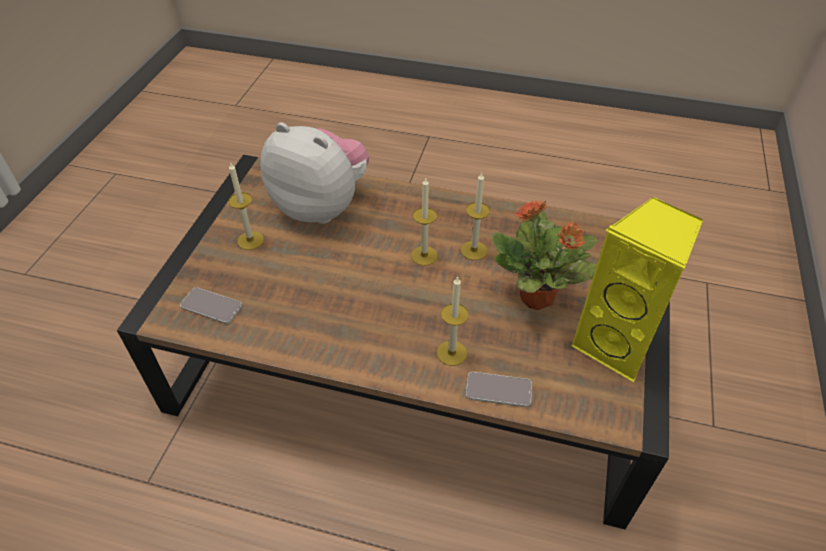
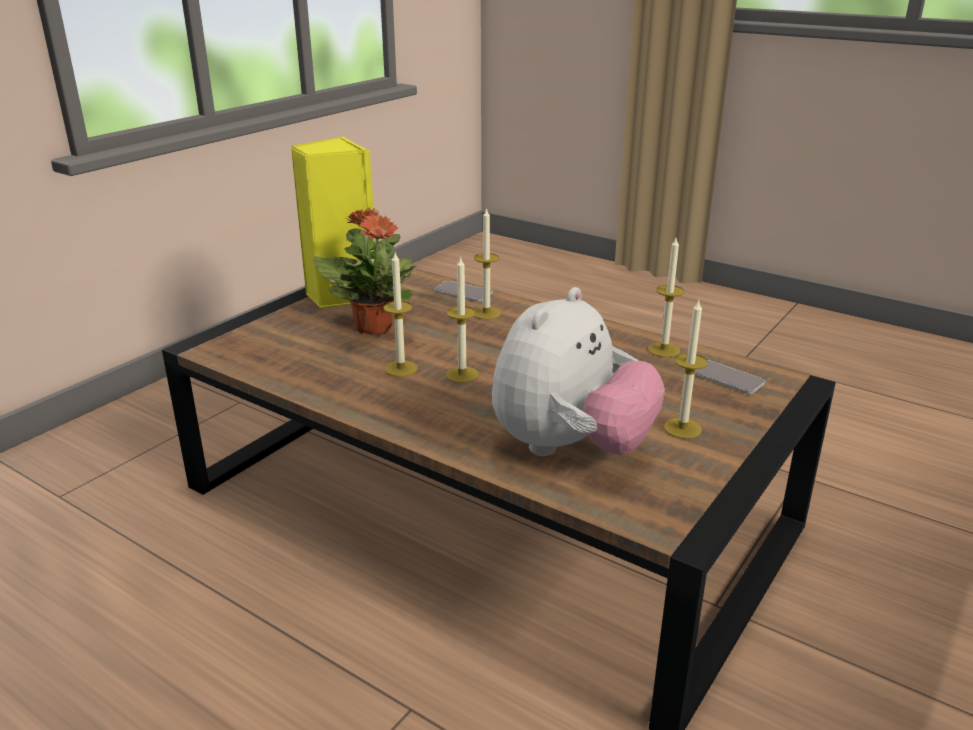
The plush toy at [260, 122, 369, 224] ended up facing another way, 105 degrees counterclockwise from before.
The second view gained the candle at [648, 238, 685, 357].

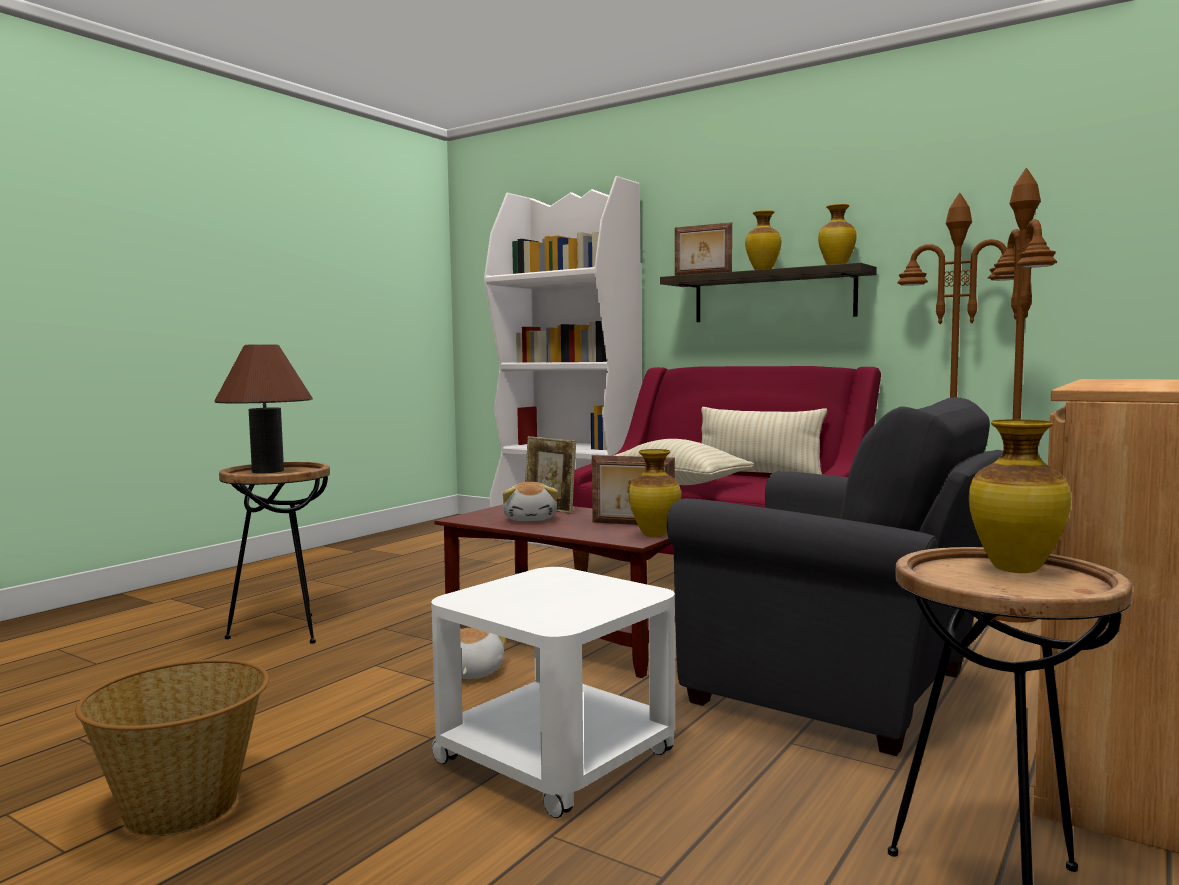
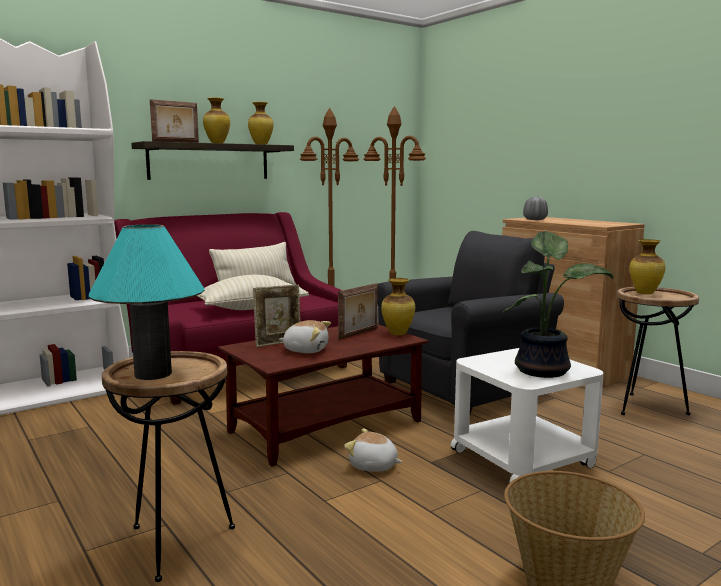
What was the brown table lamp at [215, 344, 313, 474] turned into the turquoise table lamp at [89, 224, 205, 380].
The second view gained the potted plant at [504, 231, 613, 378].
The second view gained the grey vase at [523, 197, 548, 220].

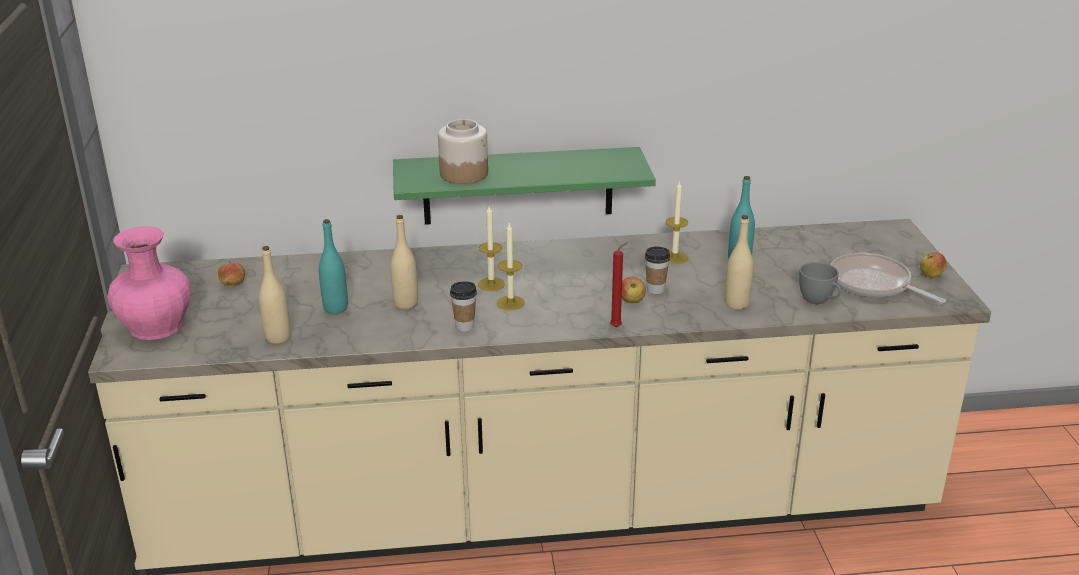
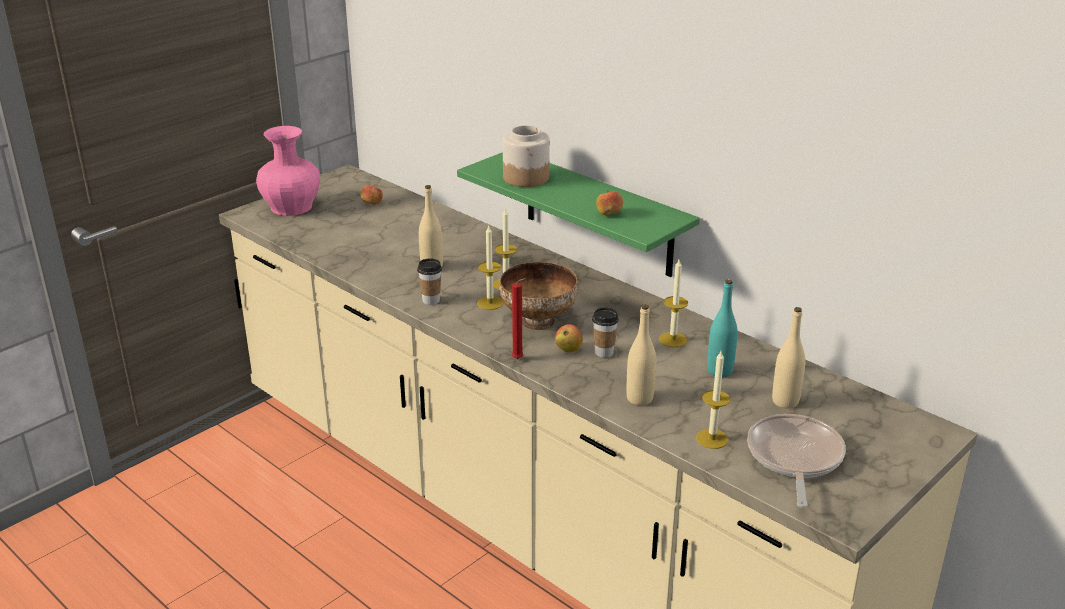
The second view gained the bowl at [499, 262, 578, 330].
The apple ended up elsewhere, having gone from [920, 252, 947, 278] to [596, 190, 623, 215].
Where the grey cup stood at [799, 262, 842, 304], the candle came to stand at [696, 351, 731, 449].
The beige bottle ended up elsewhere, having gone from [259, 246, 291, 344] to [772, 307, 805, 409].
The second view lost the turquoise bottle at [319, 219, 348, 314].

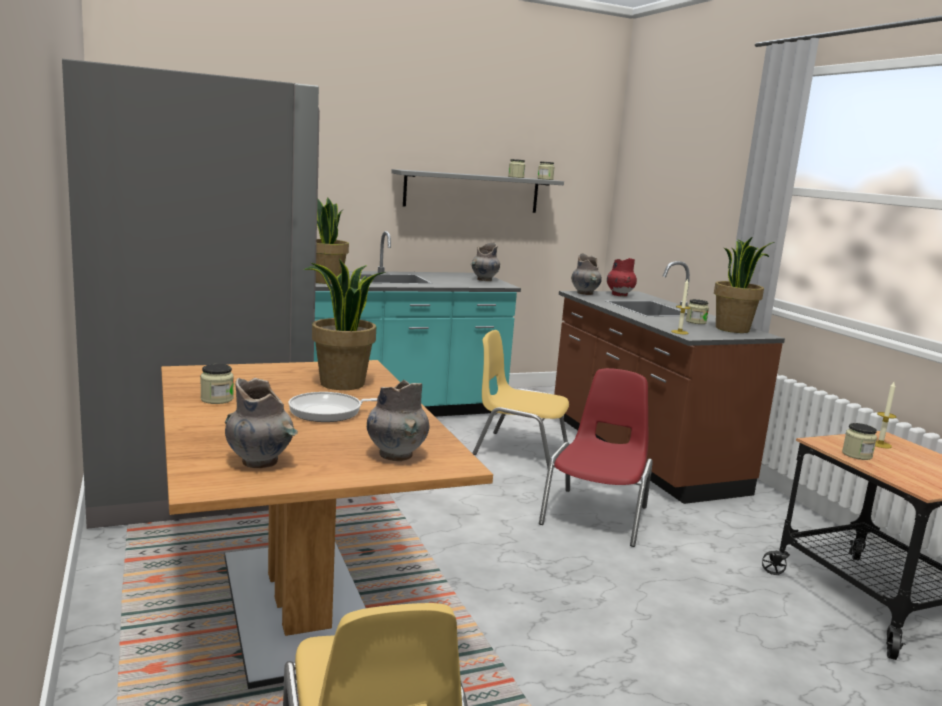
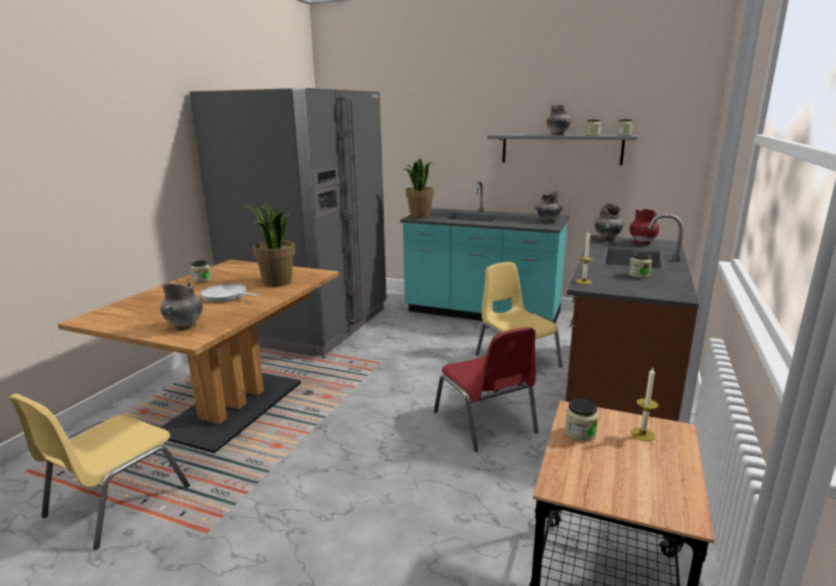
The red chair at [539, 368, 653, 547] ended up facing another way, 90 degrees clockwise from before.
The grey vase ended up elsewhere, having gone from [225, 378, 298, 468] to [547, 103, 570, 135].
The second view lost the potted plant at [714, 236, 775, 333].

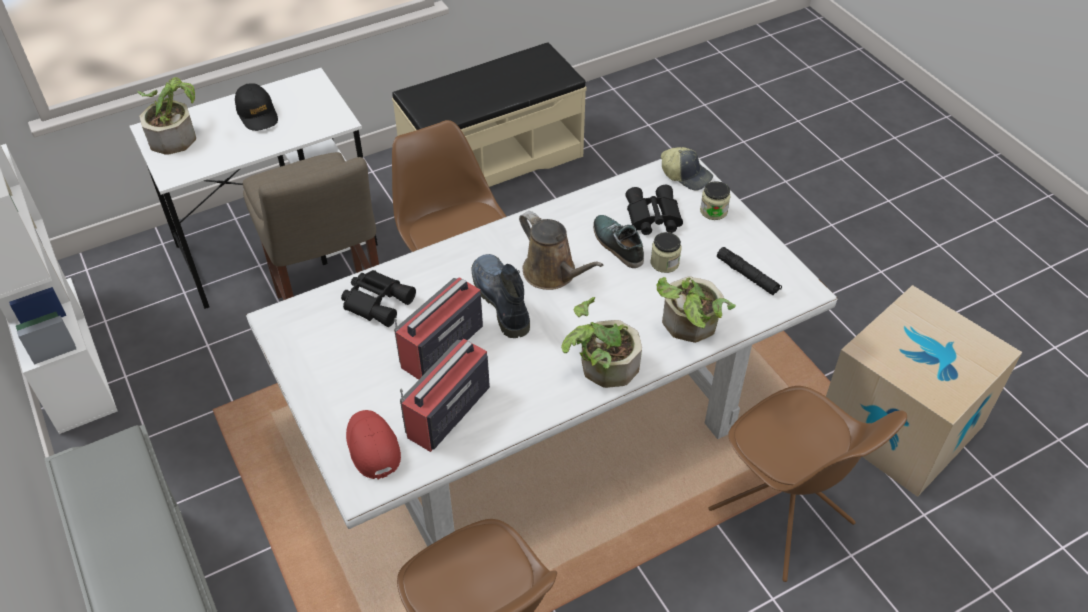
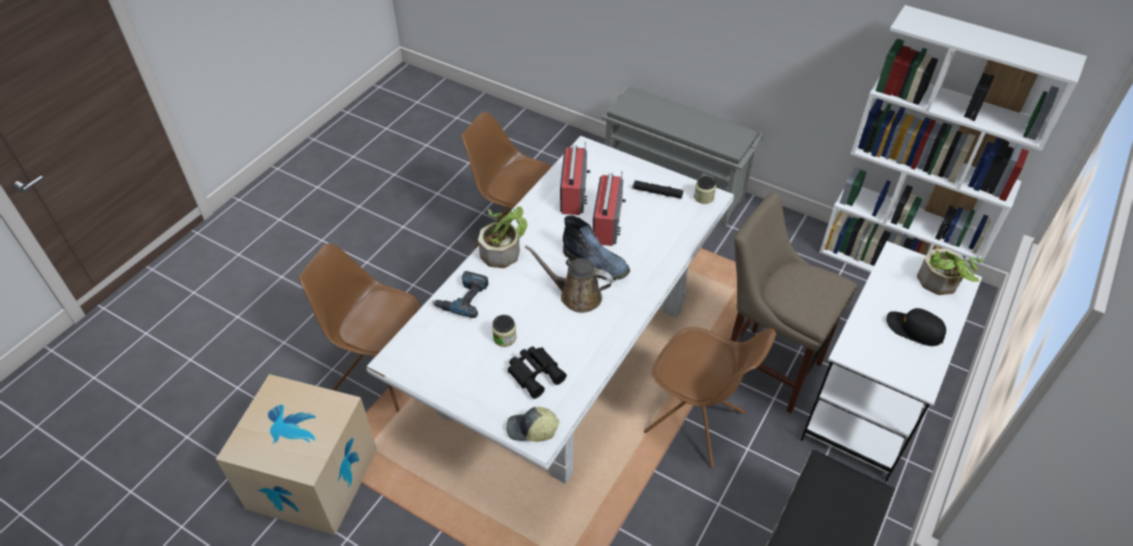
Where the potted plant stood at [657, 277, 736, 343], the power drill came to stand at [432, 271, 488, 318].
The black flashlight ended up elsewhere, having gone from [717, 247, 782, 296] to [632, 180, 683, 199].
The jar ended up elsewhere, having gone from [700, 181, 731, 220] to [694, 176, 716, 204].
The second view lost the black binoculars at [341, 270, 416, 327].
The second view lost the red cap at [346, 410, 401, 480].
The second view lost the shoe at [593, 215, 644, 268].

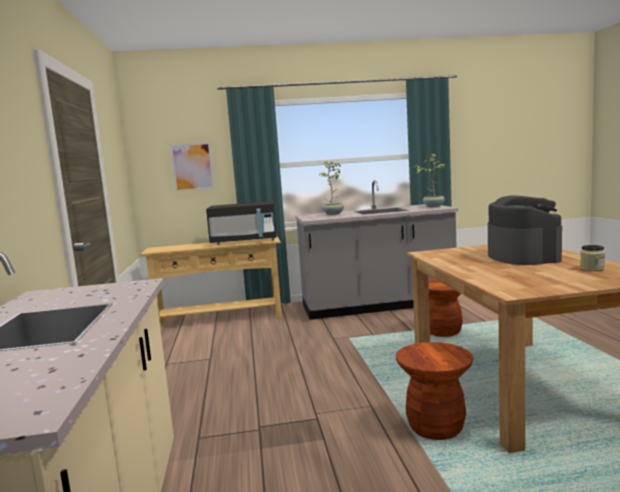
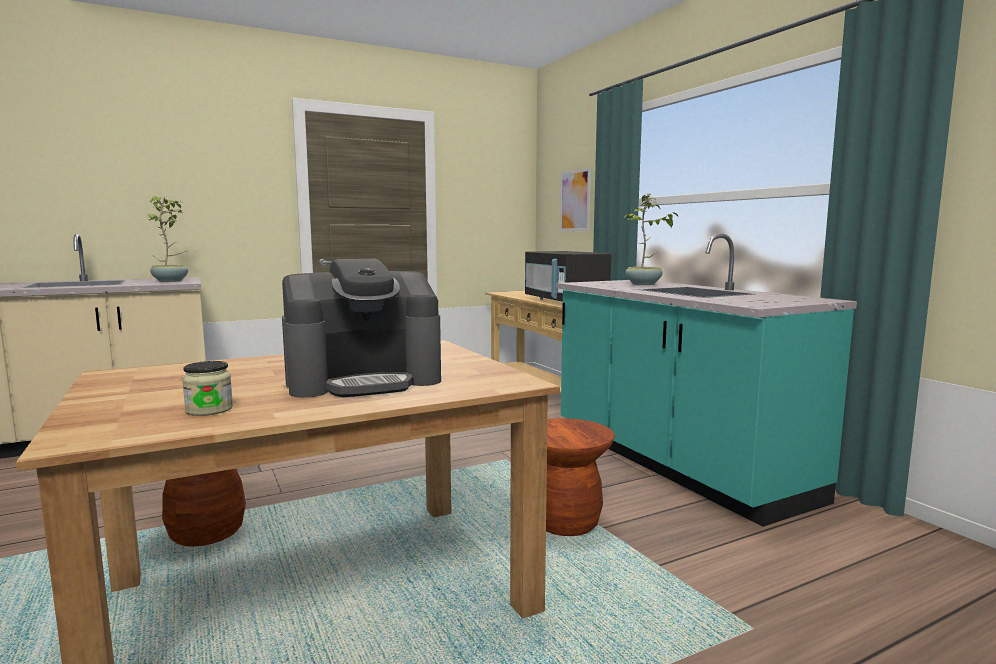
The potted plant ended up elsewhere, having gone from [414, 153, 446, 207] to [145, 196, 188, 282].
What was the grey counter at [295, 180, 458, 320] turned into the turquoise counter at [556, 234, 857, 527].

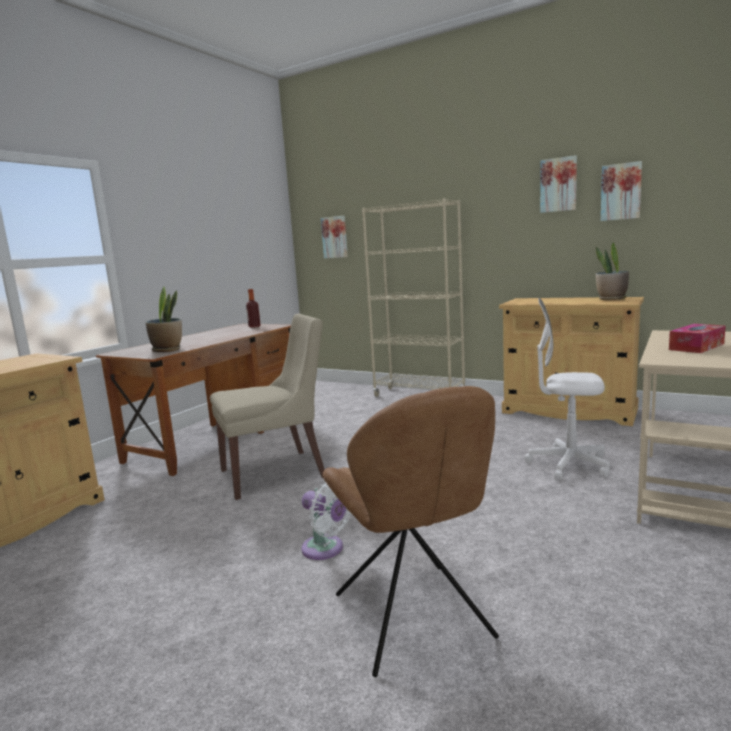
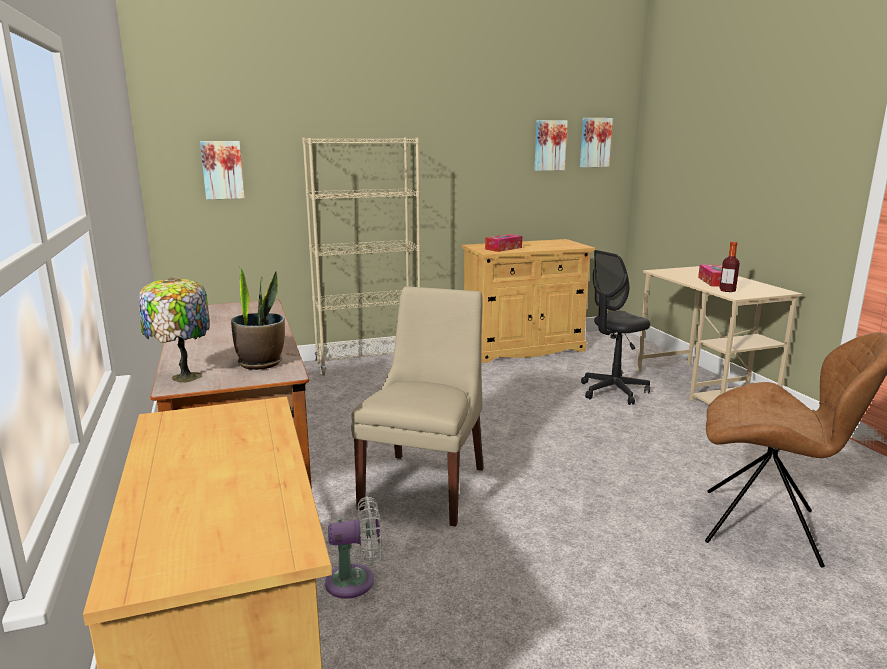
The second view gained the table lamp at [139, 278, 210, 383].
The white fan ended up elsewhere, having gone from [301, 482, 352, 560] to [325, 496, 381, 599].
The second view gained the tissue box at [485, 234, 522, 252].
The picture ended up elsewhere, having gone from [540, 155, 577, 213] to [580, 118, 613, 167].
What was the white office chair at [525, 298, 610, 480] turned into the black office chair at [581, 250, 650, 405].
The bottle ended up elsewhere, having gone from [246, 289, 261, 328] to [720, 242, 740, 292].
The second view lost the potted plant at [596, 242, 629, 300].

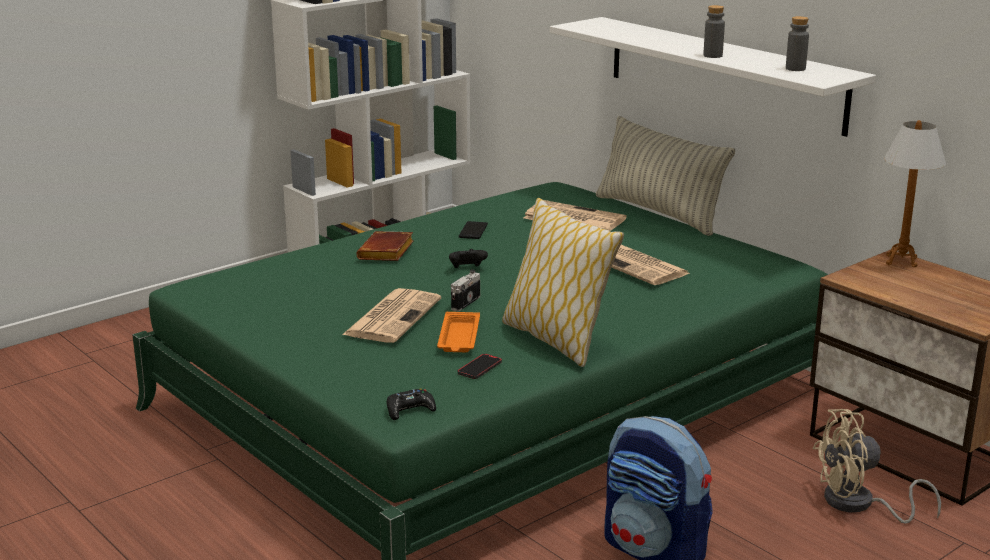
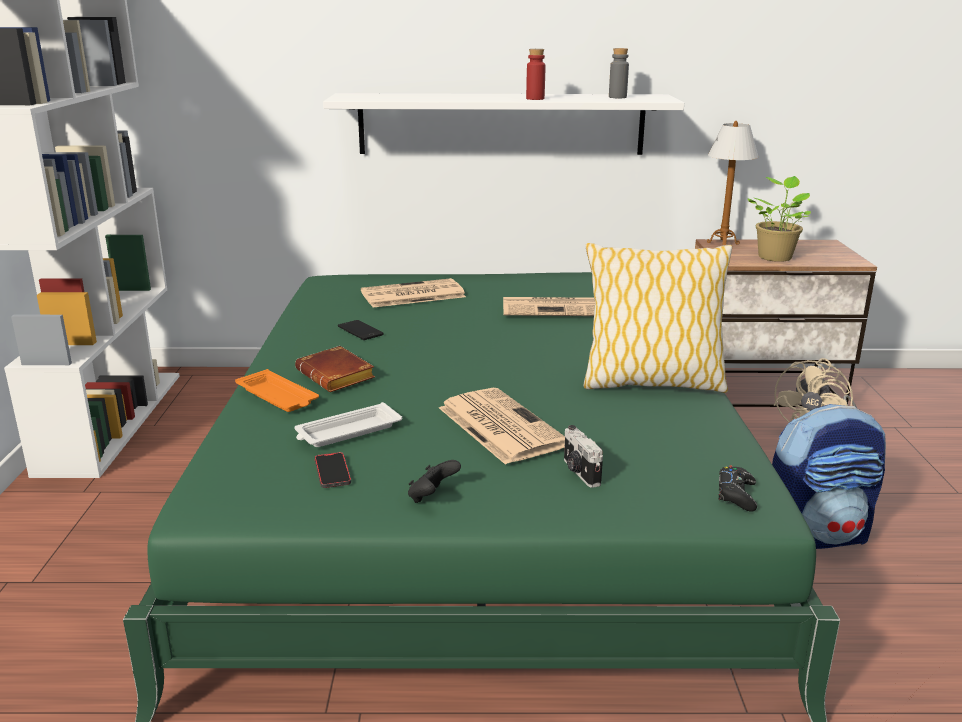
The orange tray ended up elsewhere, having gone from [437, 312, 480, 352] to [235, 369, 319, 412].
The second view gained the white tray at [294, 402, 402, 447].
The phone ended up elsewhere, having gone from [458, 354, 502, 379] to [315, 452, 351, 488].
The black game controller ended up elsewhere, having gone from [449, 249, 488, 268] to [408, 460, 461, 503].
What was the grey bottle at [703, 5, 725, 58] turned into the red bottle at [526, 49, 546, 100].
The photo camera ended up elsewhere, having gone from [451, 270, 480, 312] to [564, 425, 603, 488].
The second view gained the potted plant at [747, 176, 811, 262].
The second view lost the pillow at [596, 116, 735, 236].

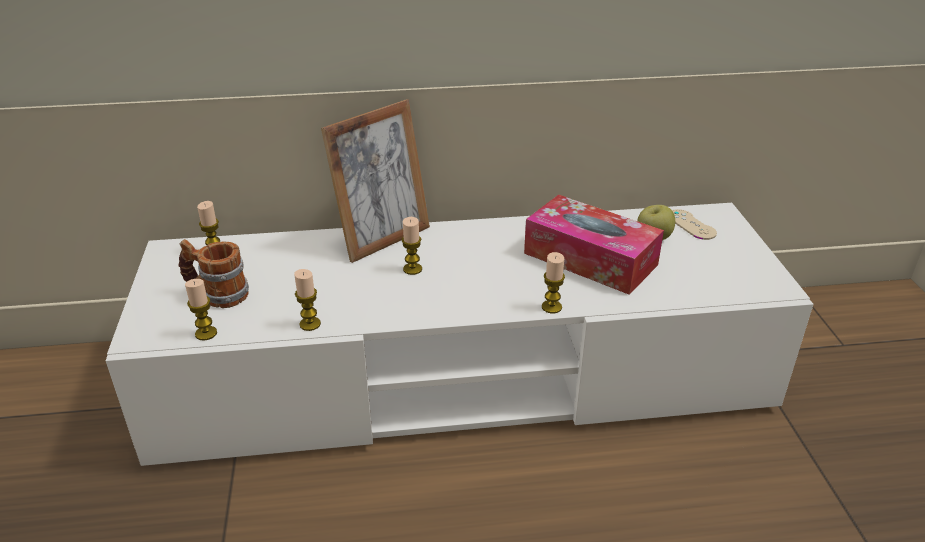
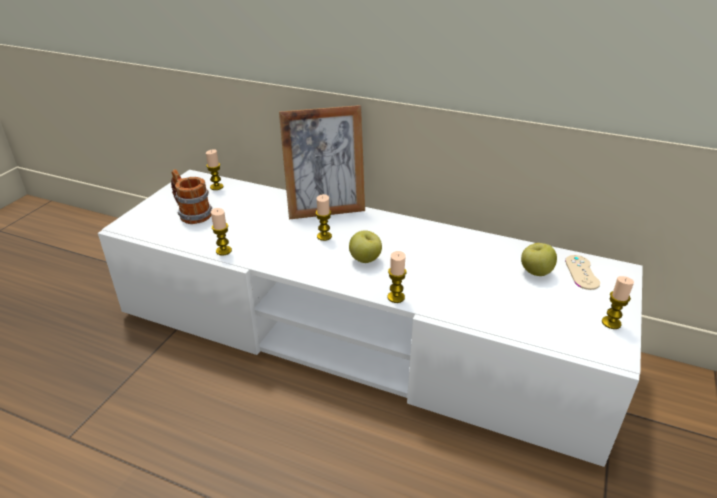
The second view gained the apple at [349, 230, 382, 263].
The candle ended up elsewhere, having gone from [185, 279, 217, 340] to [602, 276, 634, 329].
The second view lost the tissue box at [524, 195, 664, 295].

